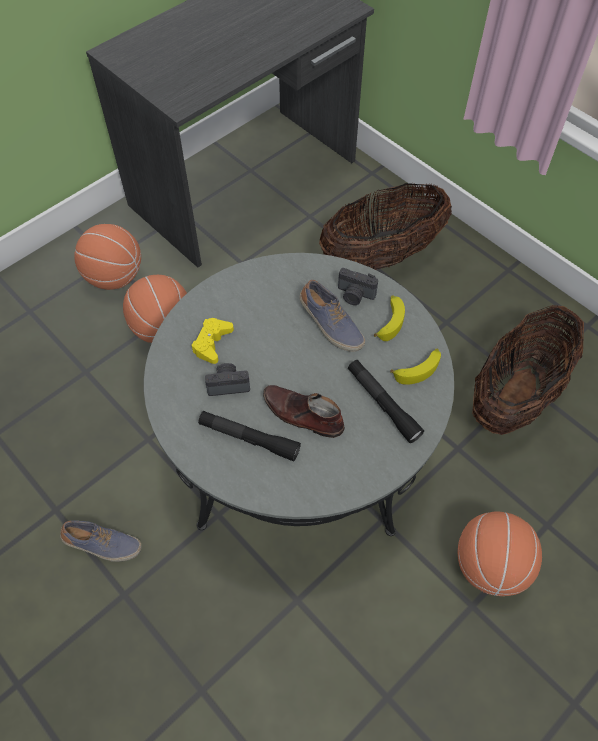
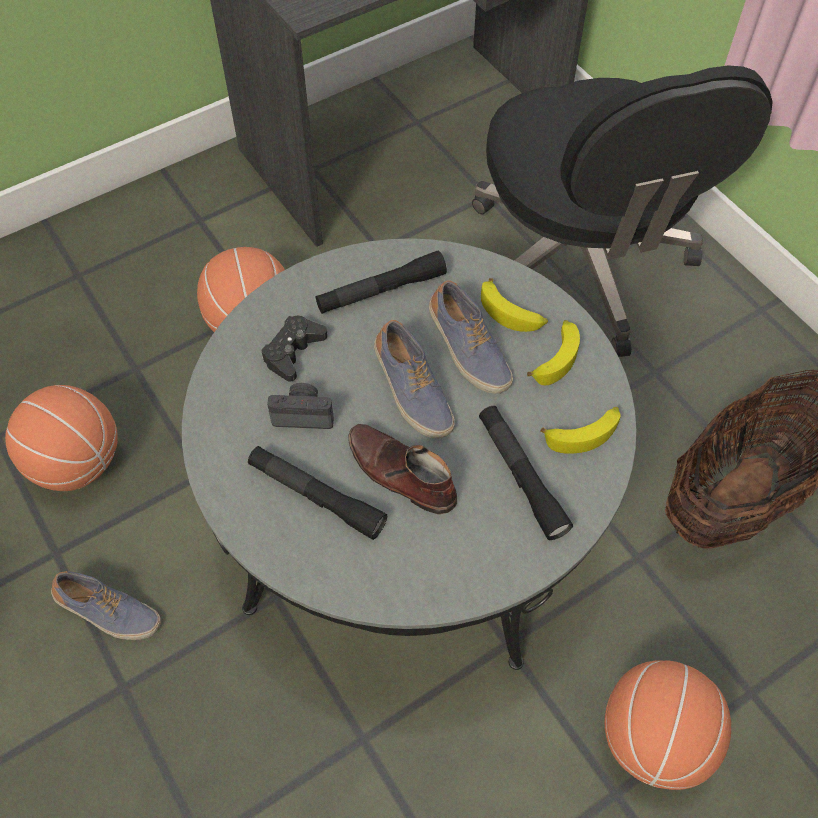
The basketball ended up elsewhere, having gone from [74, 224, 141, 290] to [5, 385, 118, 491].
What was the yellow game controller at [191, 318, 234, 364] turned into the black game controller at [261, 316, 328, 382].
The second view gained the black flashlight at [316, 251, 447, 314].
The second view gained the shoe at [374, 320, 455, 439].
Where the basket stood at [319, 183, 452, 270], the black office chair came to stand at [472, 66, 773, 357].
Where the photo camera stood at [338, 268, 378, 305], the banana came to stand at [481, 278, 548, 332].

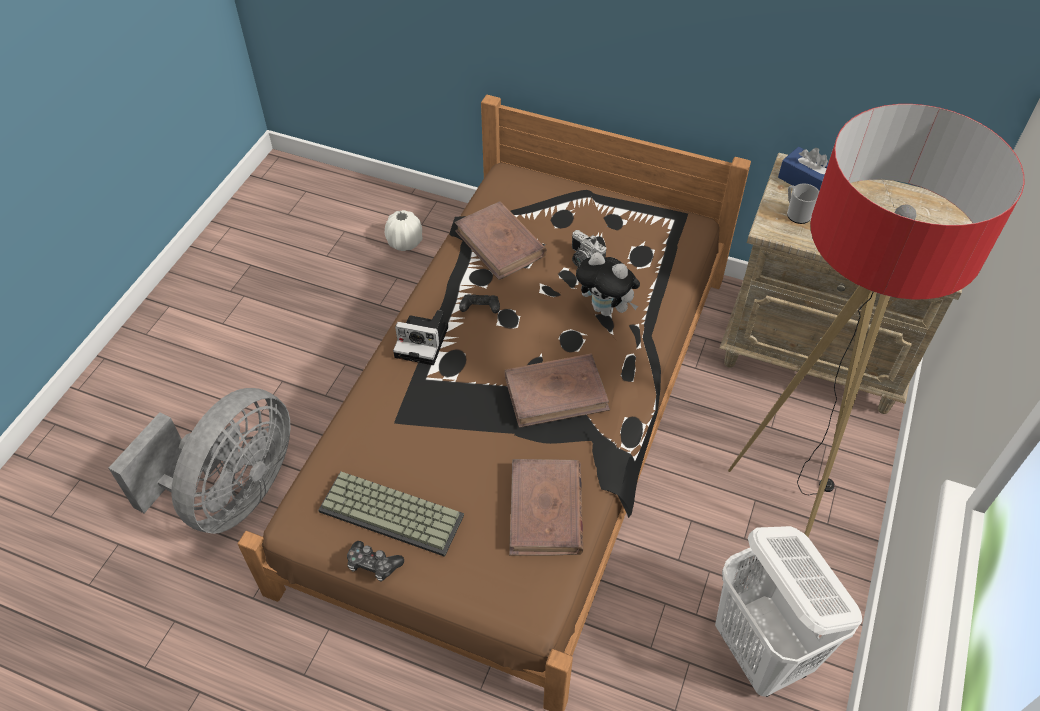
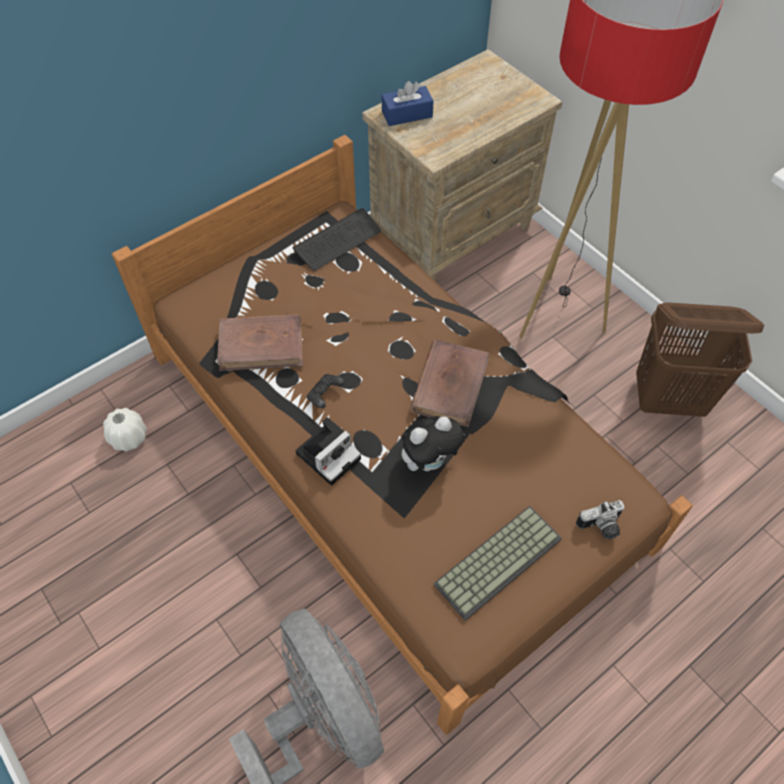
The second view gained the keyboard at [293, 208, 381, 271].
The plush toy ended up elsewhere, having gone from [576, 252, 640, 316] to [402, 416, 465, 471].
The photo camera ended up elsewhere, having gone from [572, 230, 606, 266] to [576, 500, 625, 540].
What was the white laundry basket at [715, 526, 862, 697] turned into the brown laundry basket at [636, 302, 764, 417].
The second view lost the game controller at [347, 541, 404, 581].
The second view lost the brown book at [509, 459, 583, 556].
The second view lost the mug at [787, 183, 819, 224].

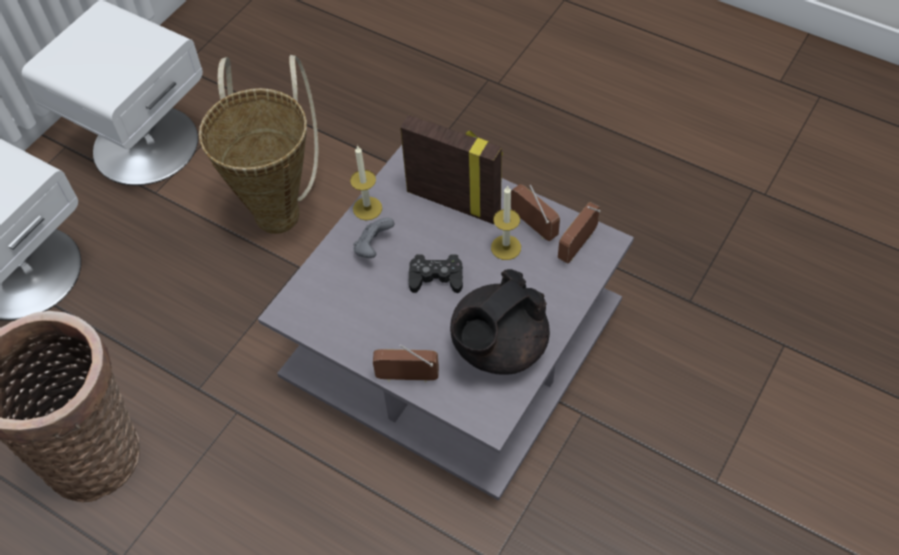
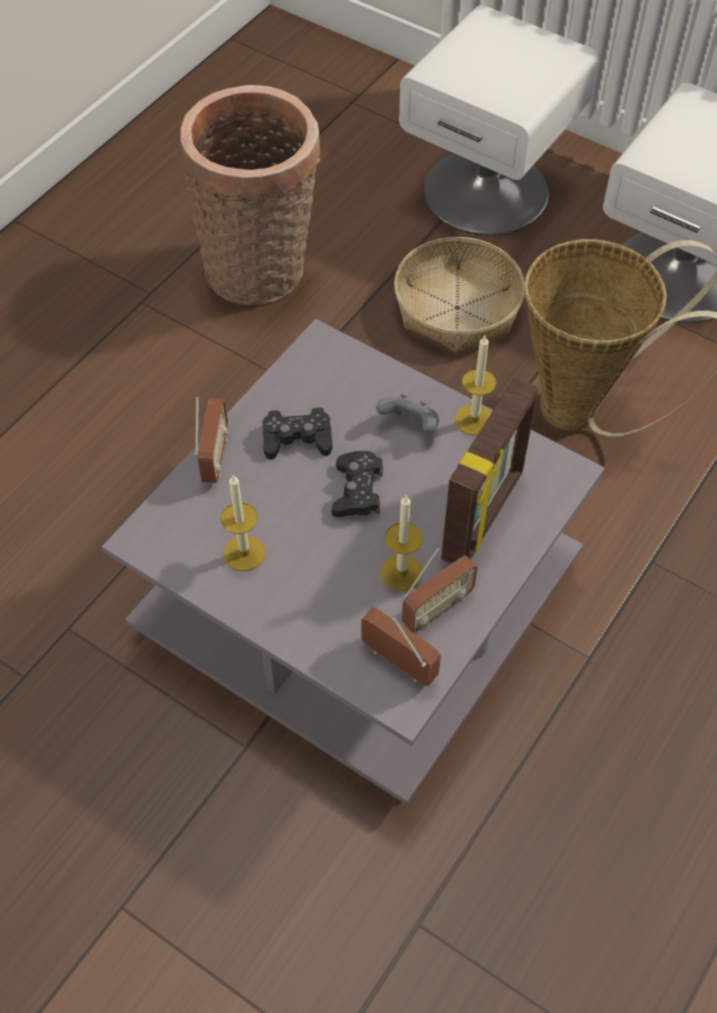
Where the black teapot stood at [450, 269, 550, 375], the candle came to stand at [221, 475, 265, 571].
The second view gained the black game controller at [262, 407, 332, 460].
The second view gained the basket at [394, 237, 525, 353].

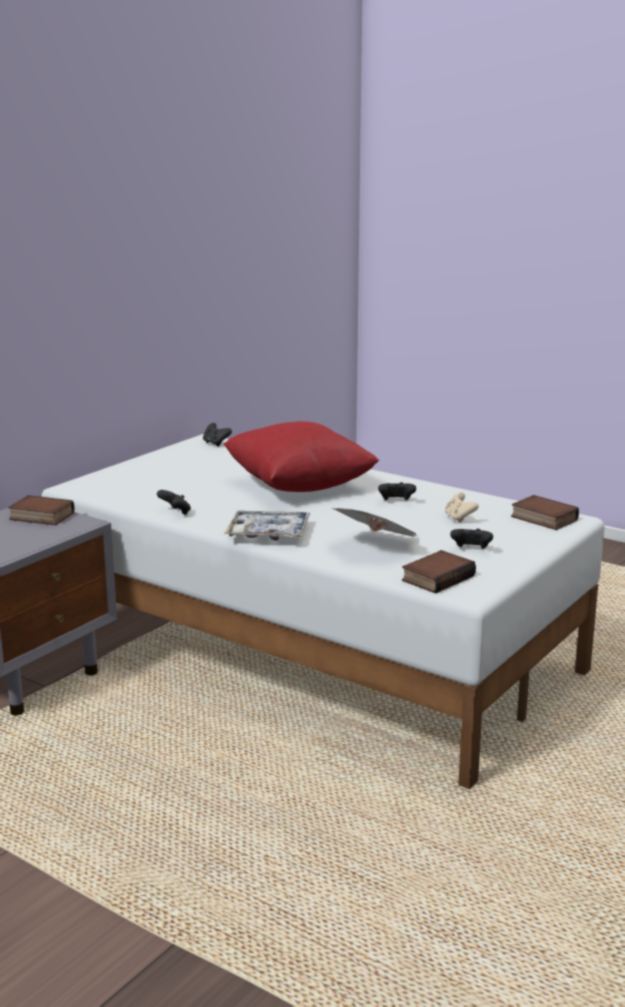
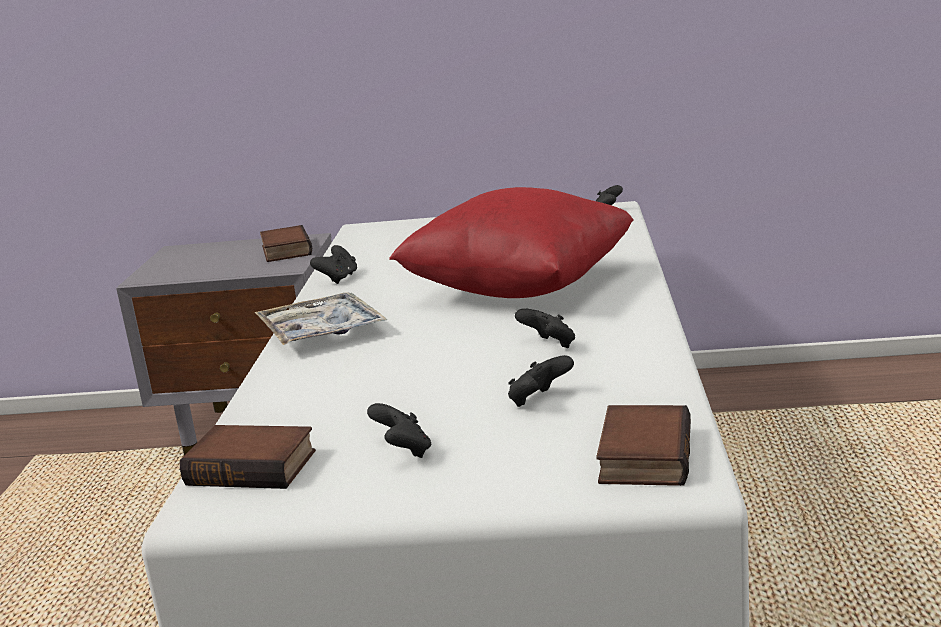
What was the beige game controller at [445, 492, 479, 523] turned into the black game controller at [508, 355, 574, 407].
The second view lost the newspaper at [329, 508, 416, 536].

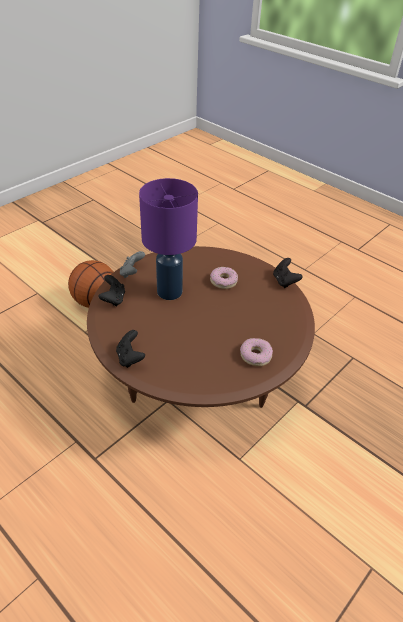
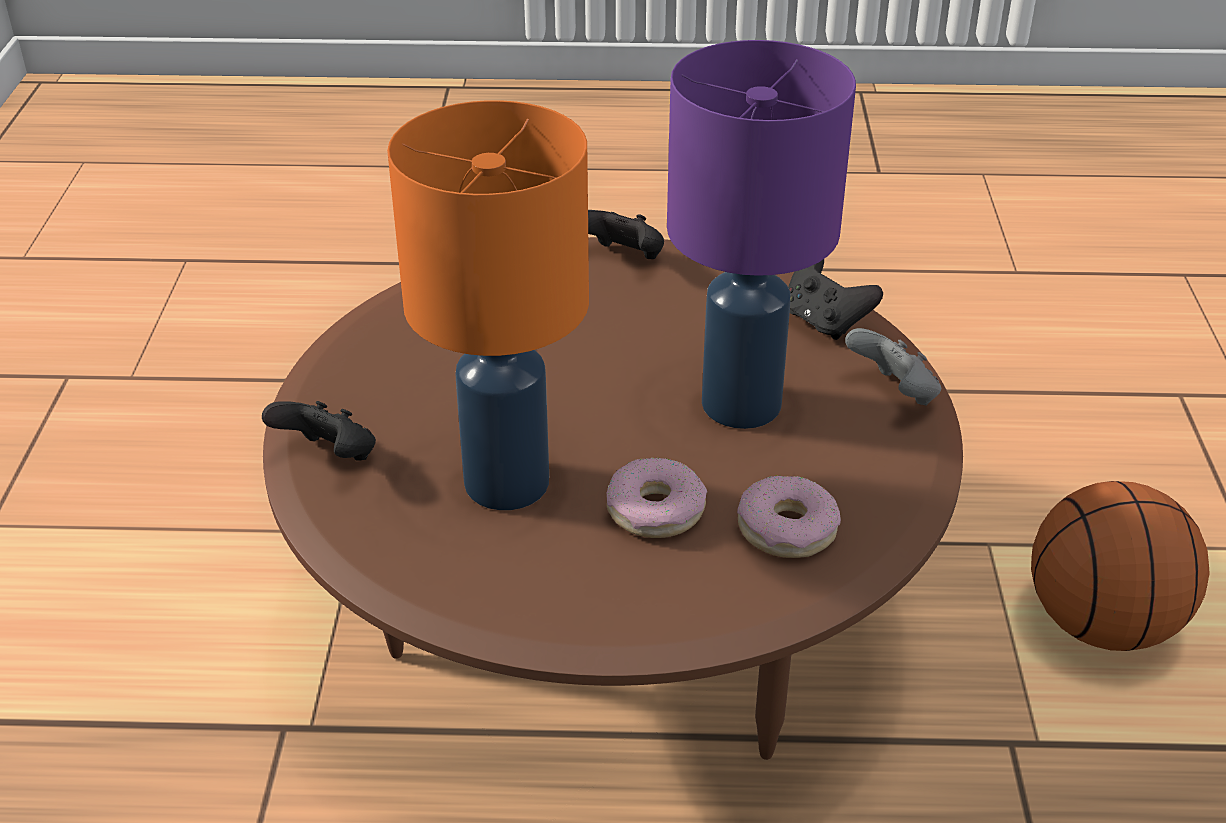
The black game controller ended up elsewhere, having gone from [273, 258, 302, 288] to [262, 401, 376, 461].
The second view gained the orange table lamp at [387, 100, 589, 510].
The donut ended up elsewhere, having gone from [240, 338, 273, 366] to [737, 475, 841, 558].

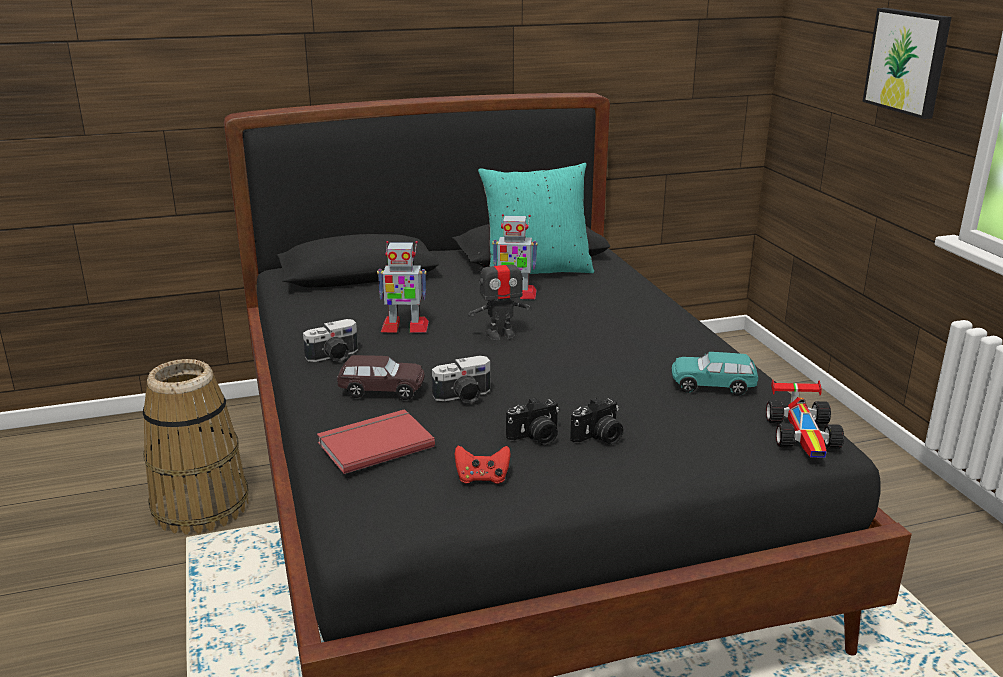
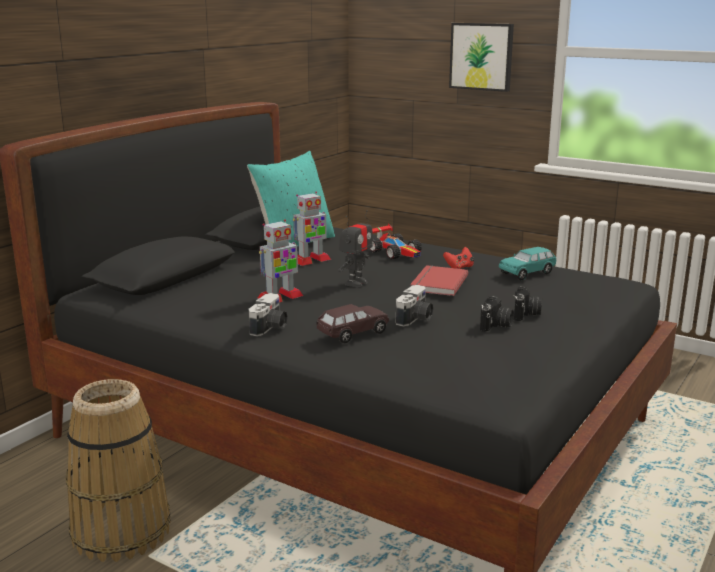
The toy car ended up elsewhere, having gone from [766, 379, 844, 458] to [369, 223, 422, 259].
The red book ended up elsewhere, having gone from [317, 409, 435, 474] to [410, 265, 468, 296].
The red game controller ended up elsewhere, having gone from [455, 446, 511, 484] to [443, 247, 474, 269].

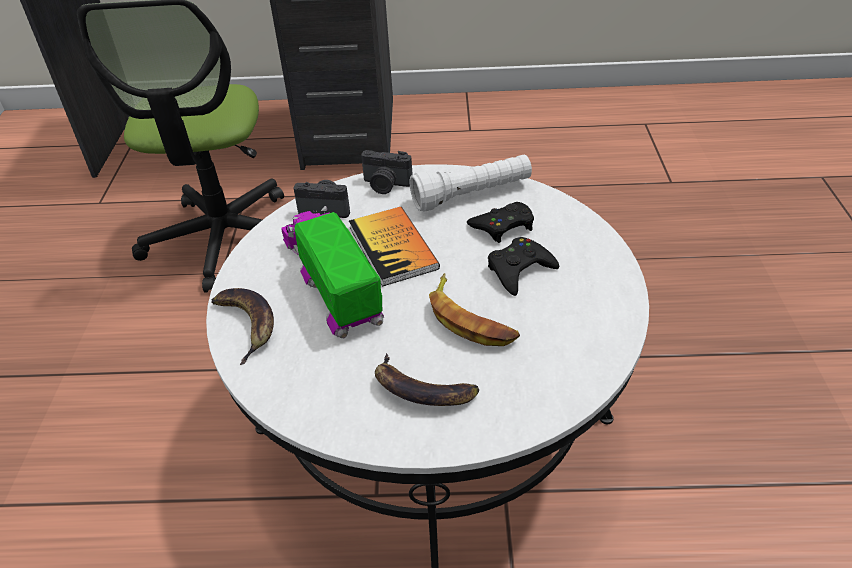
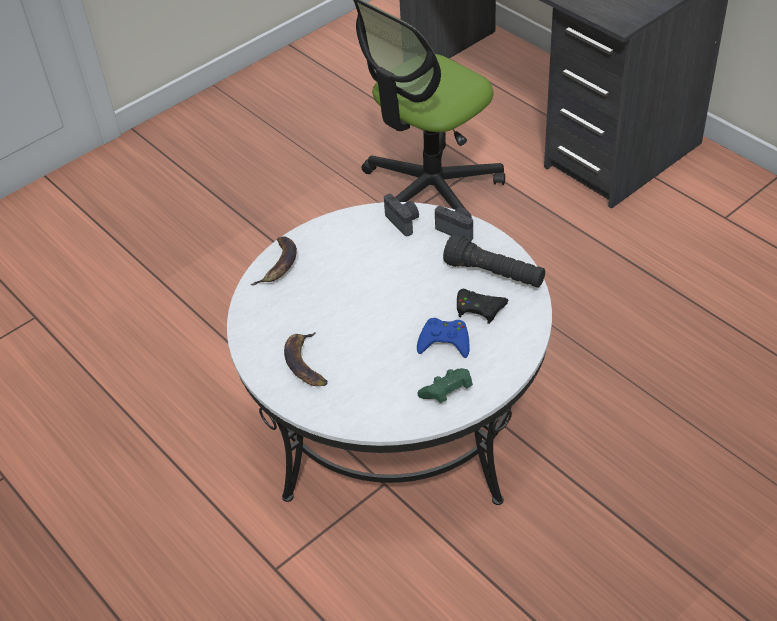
What was the black game controller at [488, 237, 559, 296] turned into the blue game controller at [417, 318, 470, 358].
The second view gained the green game controller at [417, 368, 473, 403].
The photo camera at [361, 150, 413, 194] ended up facing another way, 150 degrees clockwise from before.
What was the white flashlight at [410, 155, 532, 212] turned into the black flashlight at [443, 234, 545, 288].
The second view lost the toy truck at [281, 206, 384, 338].
The second view lost the book at [349, 207, 440, 287].
The second view lost the banana at [429, 273, 520, 346].

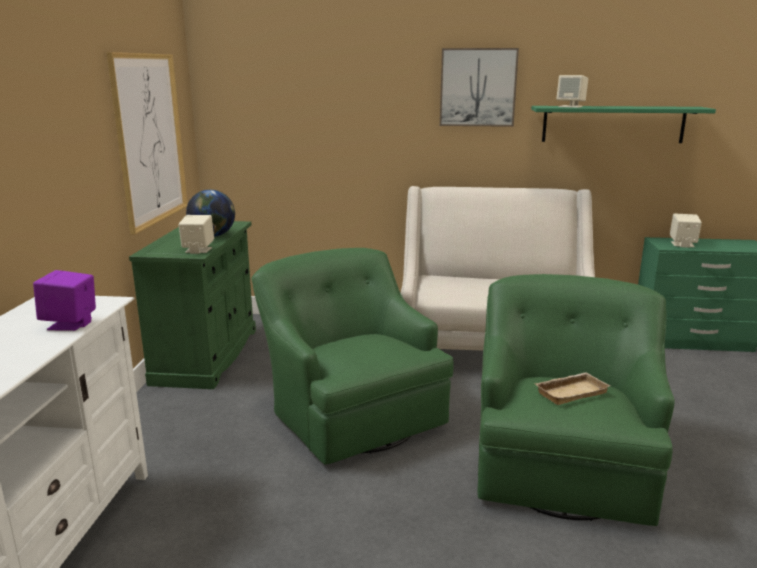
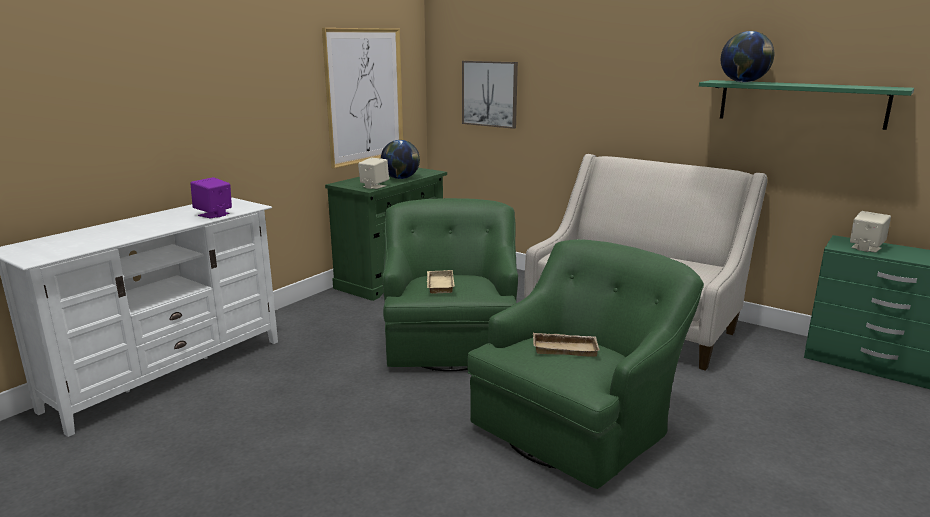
The second view gained the beige tray at [427, 270, 455, 294].
The picture ended up elsewhere, having gone from [440, 48, 519, 127] to [462, 61, 518, 129].
Where the beige speaker stood at [556, 75, 588, 108], the globe came to stand at [721, 31, 774, 82].

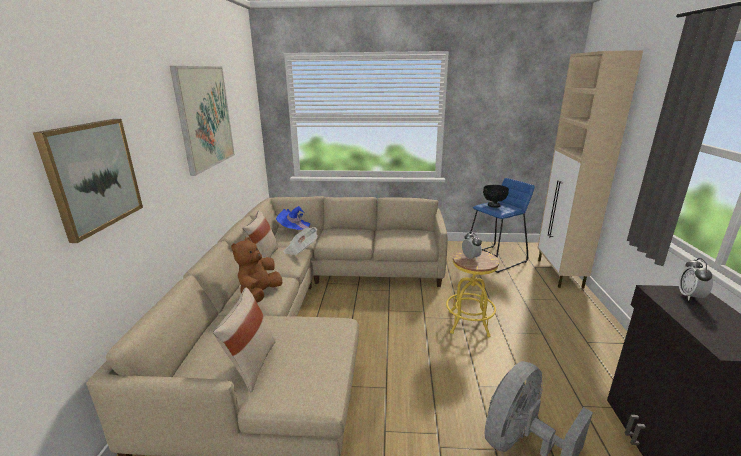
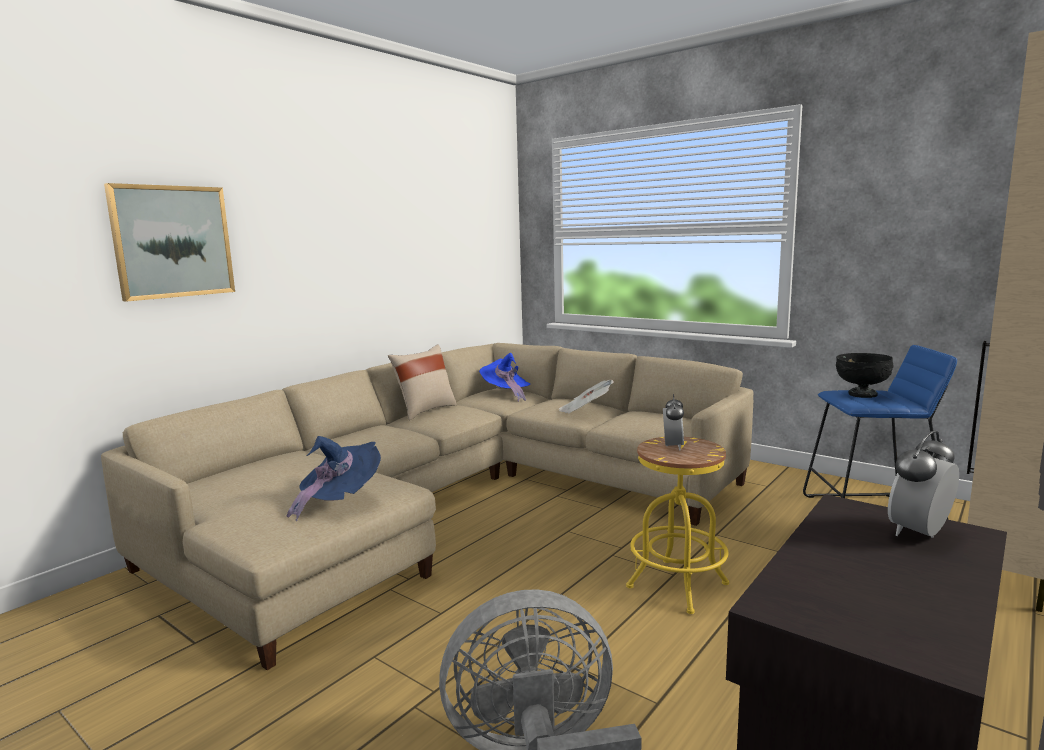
The second view gained the blue hat at [287, 436, 381, 521].
The newspaper ended up elsewhere, having gone from [283, 227, 318, 256] to [558, 380, 614, 414].
The second view lost the picture at [170, 66, 235, 176].
The second view lost the beige pillow at [213, 288, 276, 392].
The second view lost the brown plush toy at [231, 237, 282, 303].

